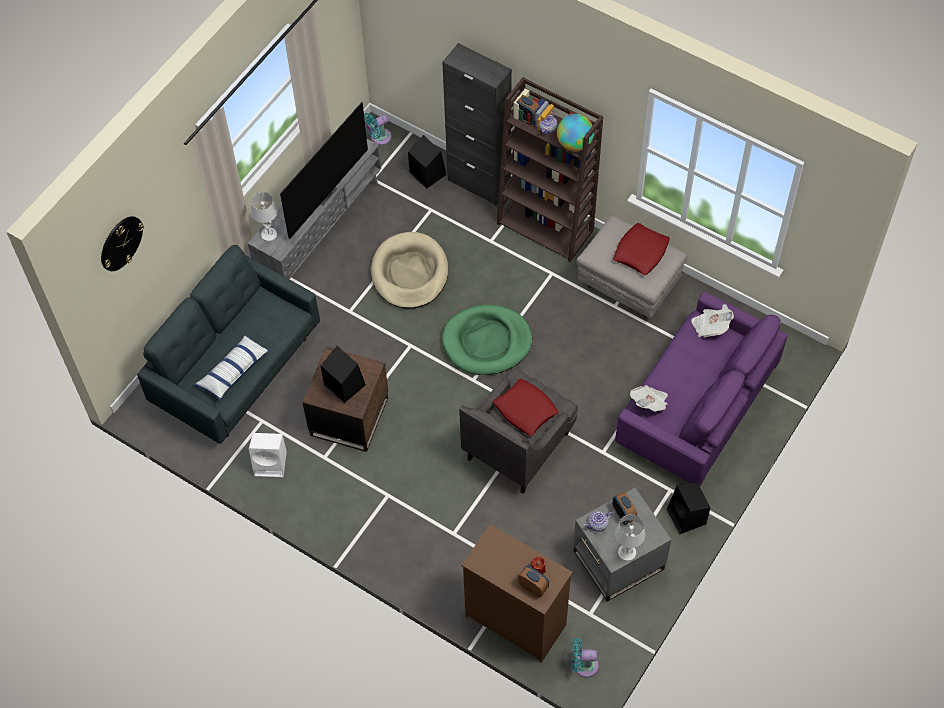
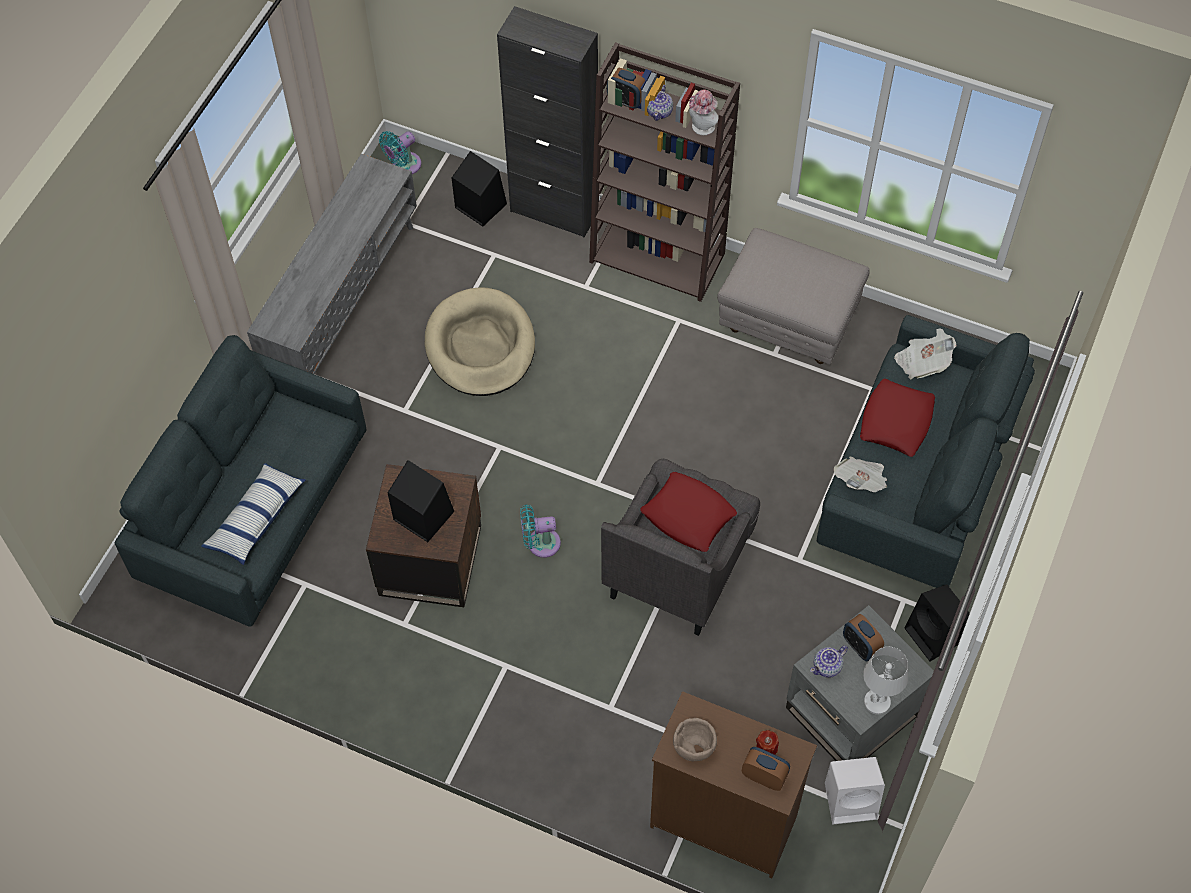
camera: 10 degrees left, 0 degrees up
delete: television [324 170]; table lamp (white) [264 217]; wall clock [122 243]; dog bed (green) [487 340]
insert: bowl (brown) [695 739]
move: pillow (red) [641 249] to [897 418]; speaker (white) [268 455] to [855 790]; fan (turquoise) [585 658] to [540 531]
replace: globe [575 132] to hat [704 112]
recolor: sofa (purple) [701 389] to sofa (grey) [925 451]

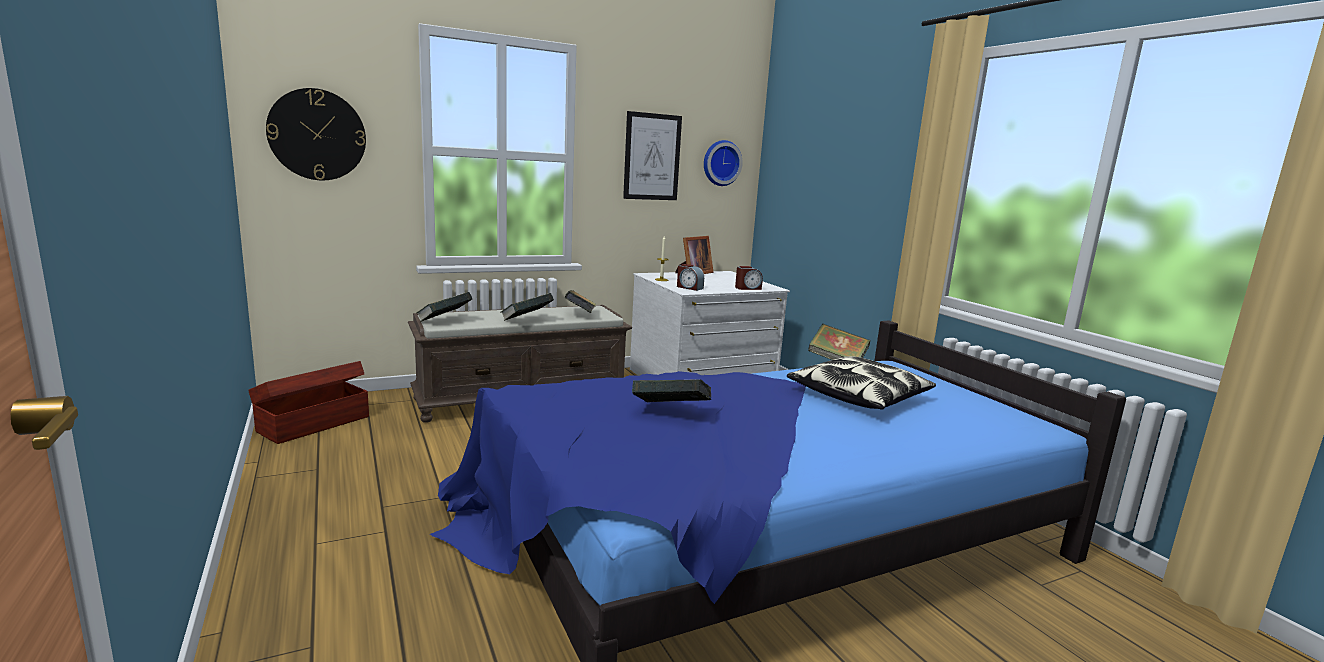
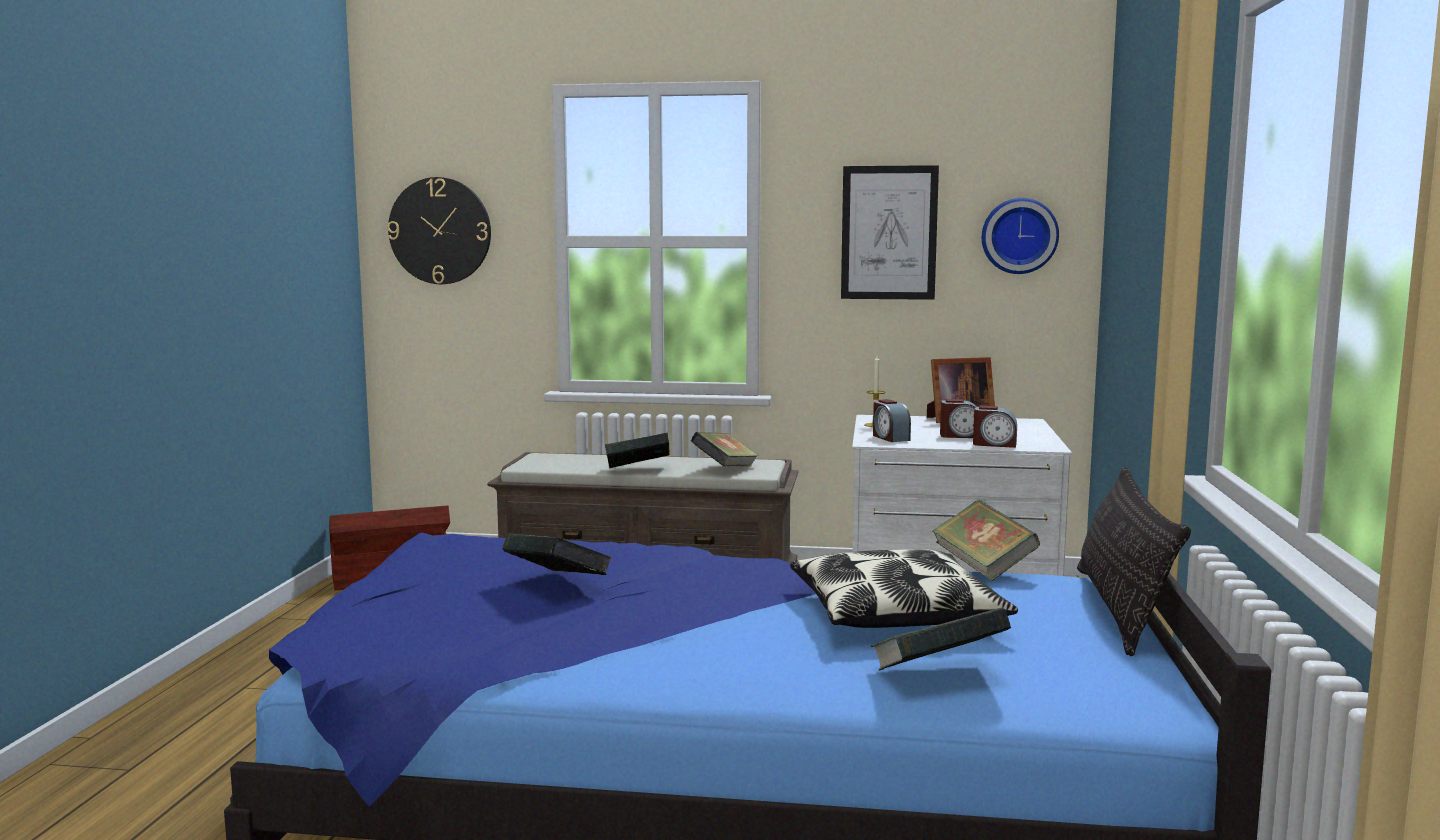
camera: 35 degrees right, 5 degrees down
insert: alarm clock [958 418]; pillow [1134 561]
move: book [444 307] to [941 638]

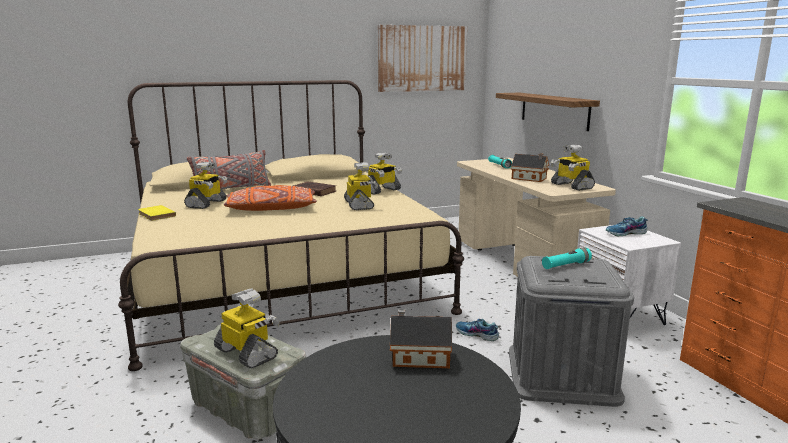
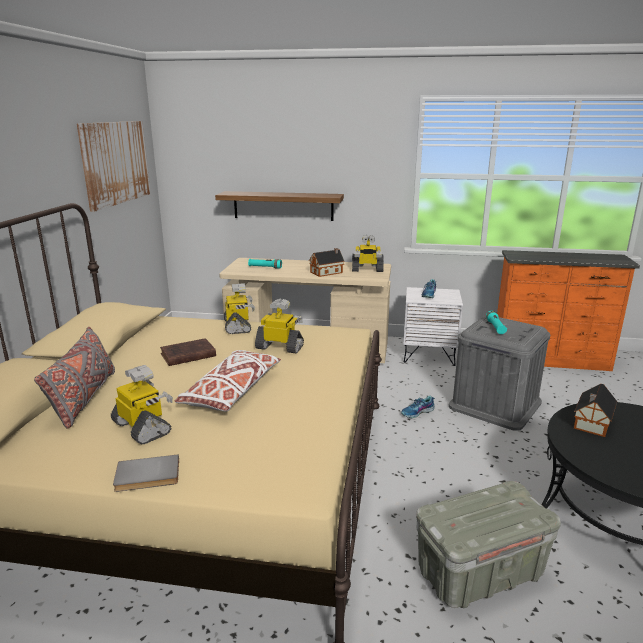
camera: 60 degrees left, 5 degrees up
delete: toy robot [247 328]
recolor: pillow (orange) [270 198] to pillow (white) [228 381]; book (yellow) [157 213] to book (grey) [146 473]

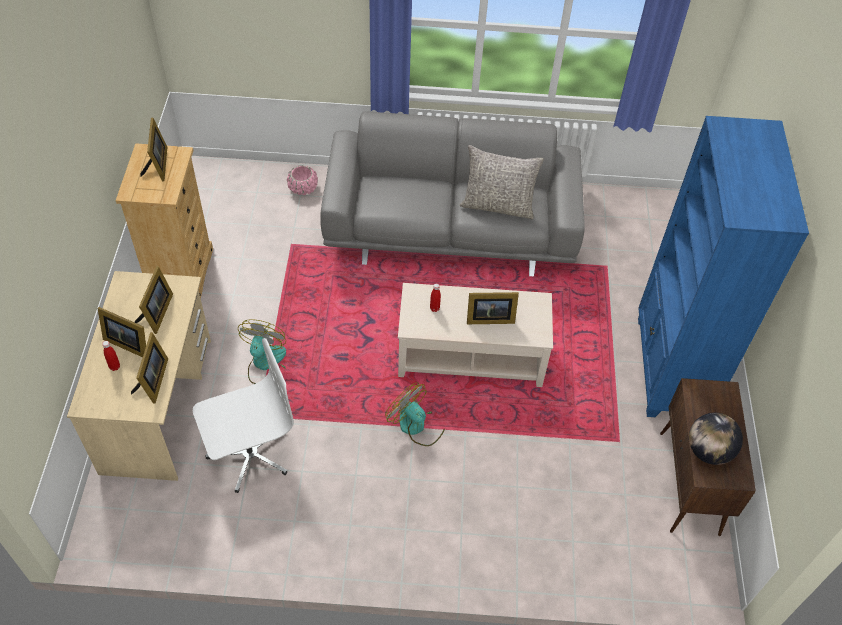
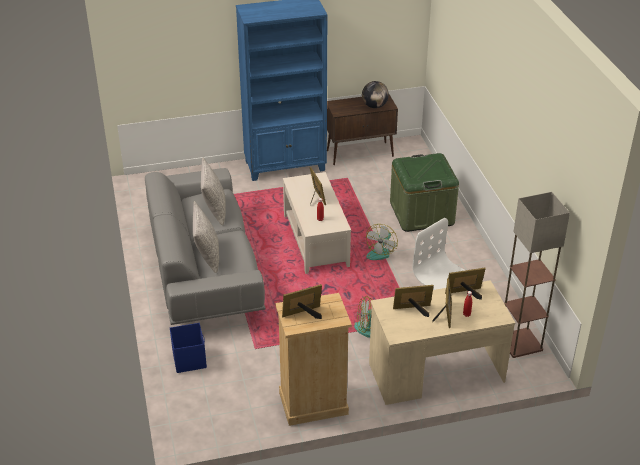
camera: 105 degrees left, 15 degrees down
insert: storage box (green) [424 192]; floor lamp [537 275]; pillow (grey) [206 237]
replace: planter (pink) [302 180] to storage box (blue) [188 348]

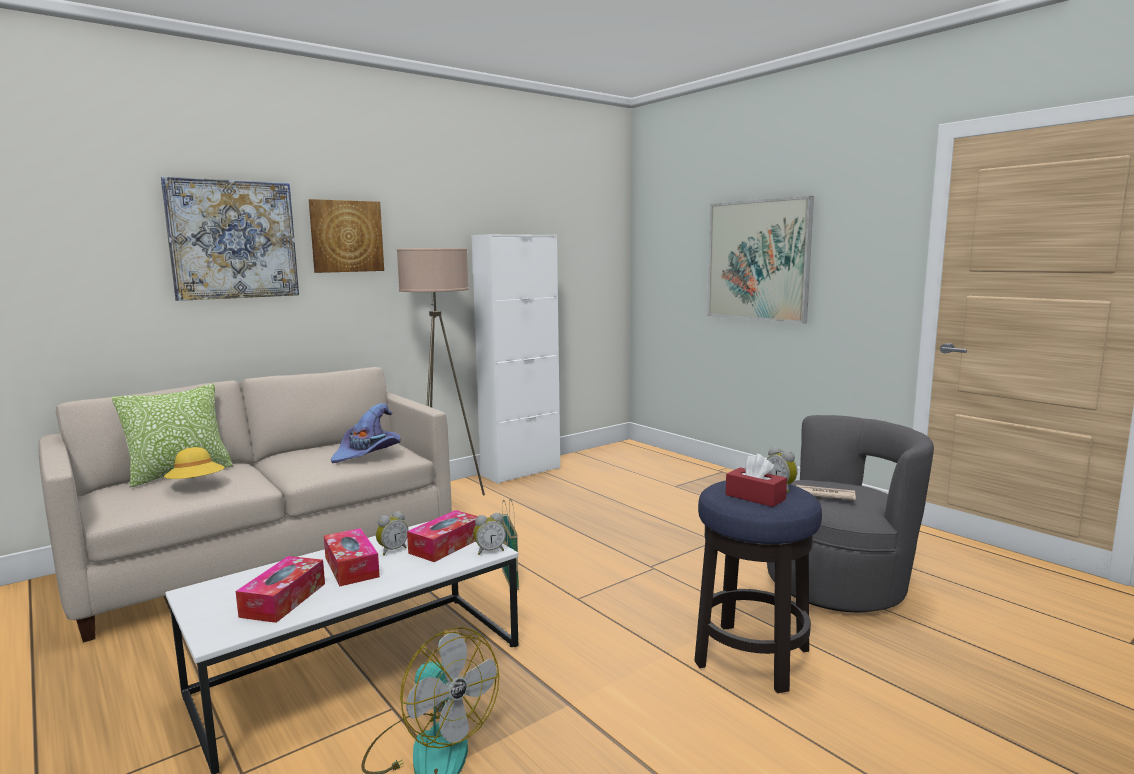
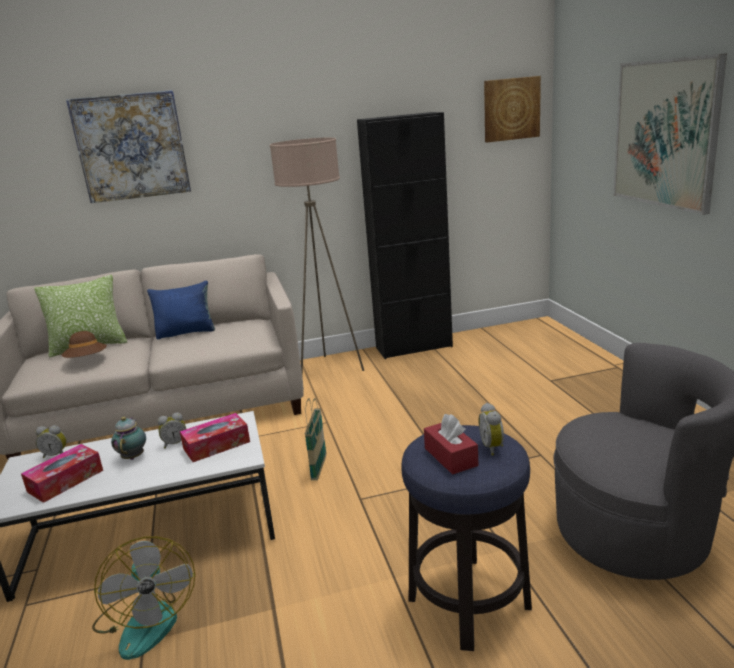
camera: 25 degrees right, 10 degrees up
delete: hat (purple) [366 433]; newspaper [826 492]
insert: pillow (blue) [181 309]
move: picture [346 236] to [512 109]; alarm clock [489 534] to [51 441]
replace: tissue box [352 557] to teapot [128 438]
recolor: cabinet (white) [516 359] to cabinet (black) [405 235]; hat (yellow) [194 463] to hat (brown) [84 344]

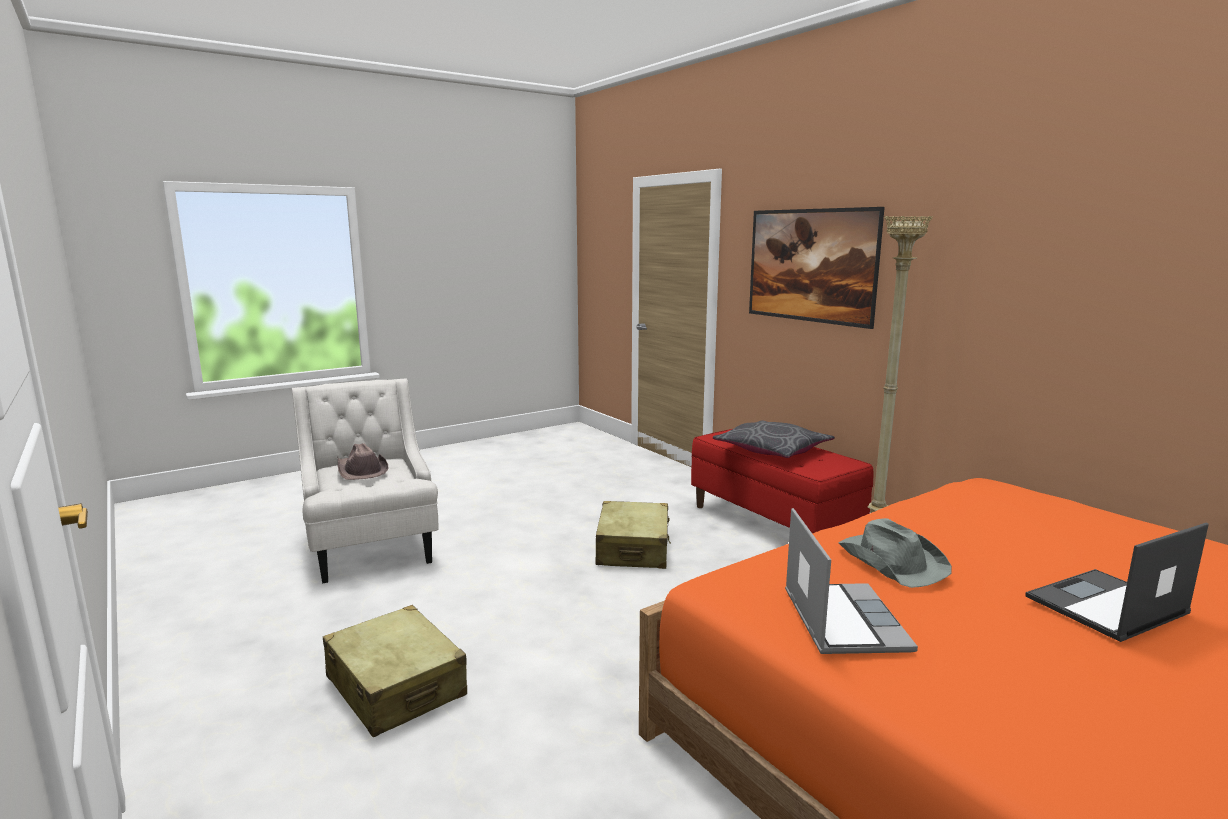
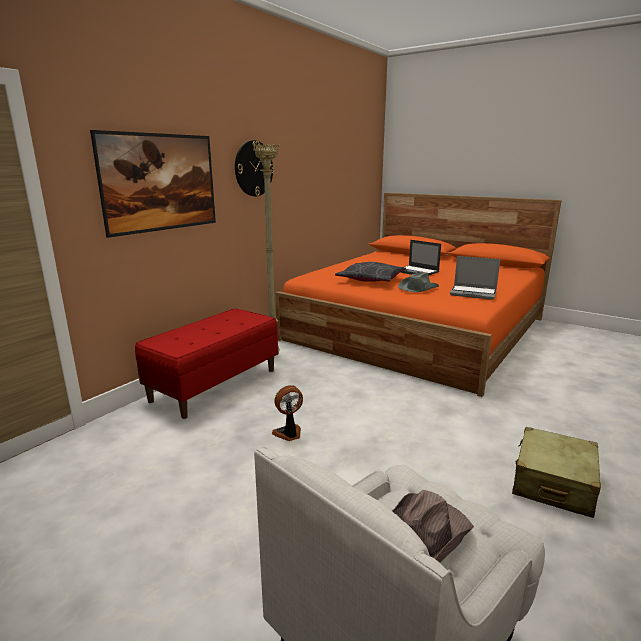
camera: 110 degrees left, 5 degrees up
insert: wall clock [254 168]
move: pillow (grey) [774 439] to [370 272]
replace: suitcase (beige) [633 535] to fan [287 413]
rotate: laptop [851 581] = [475 278] 135 degrees counterclockwise

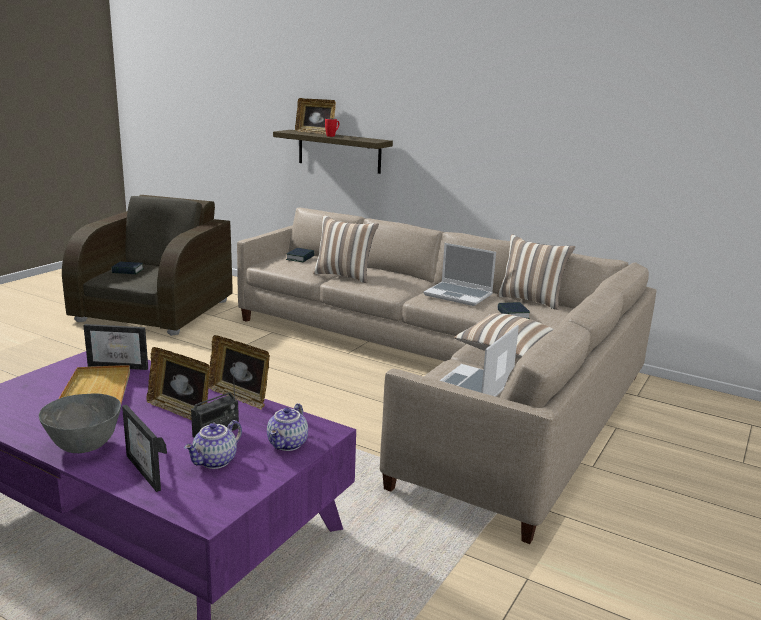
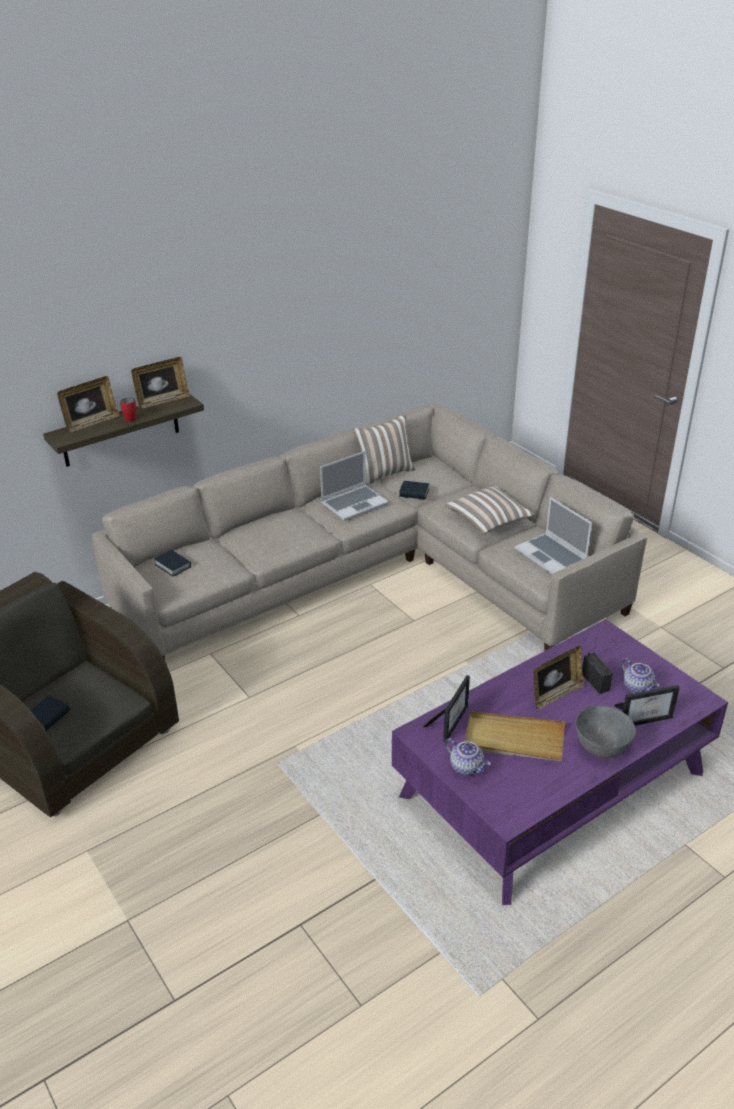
camera: 65 degrees left, 15 degrees up
delete: pillow [346 249]
move: picture frame [239 372] to [160 382]; teapot [287 427] to [468 757]

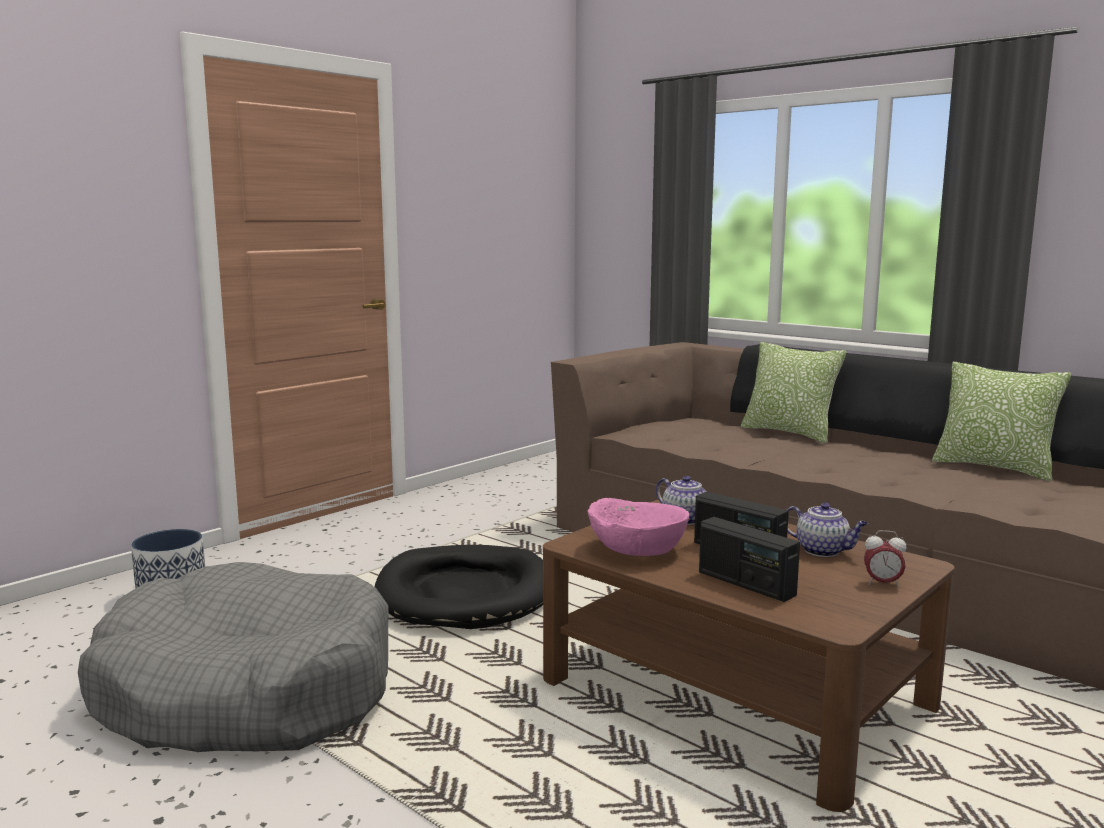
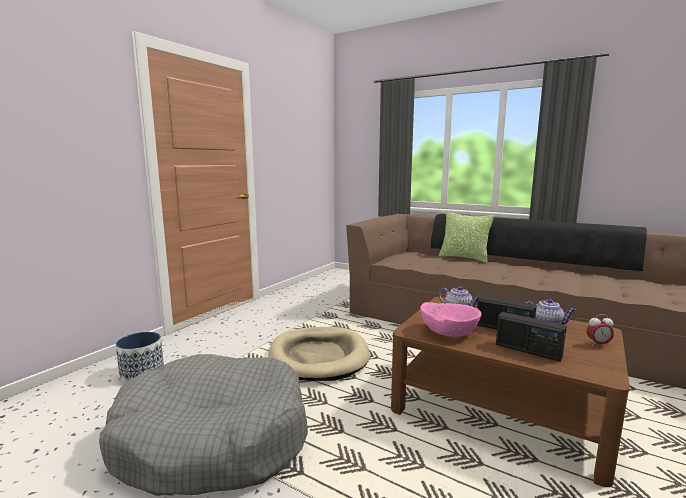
camera: 10 degrees left, 0 degrees up
delete: pillow [1001 421]
recolor: dog bed (black) [459 587] to dog bed (beige) [319 354]

